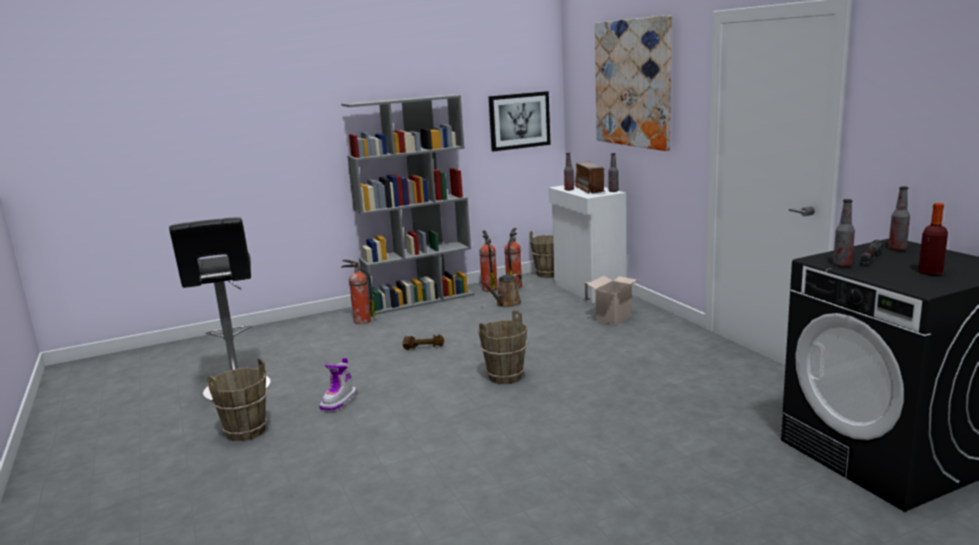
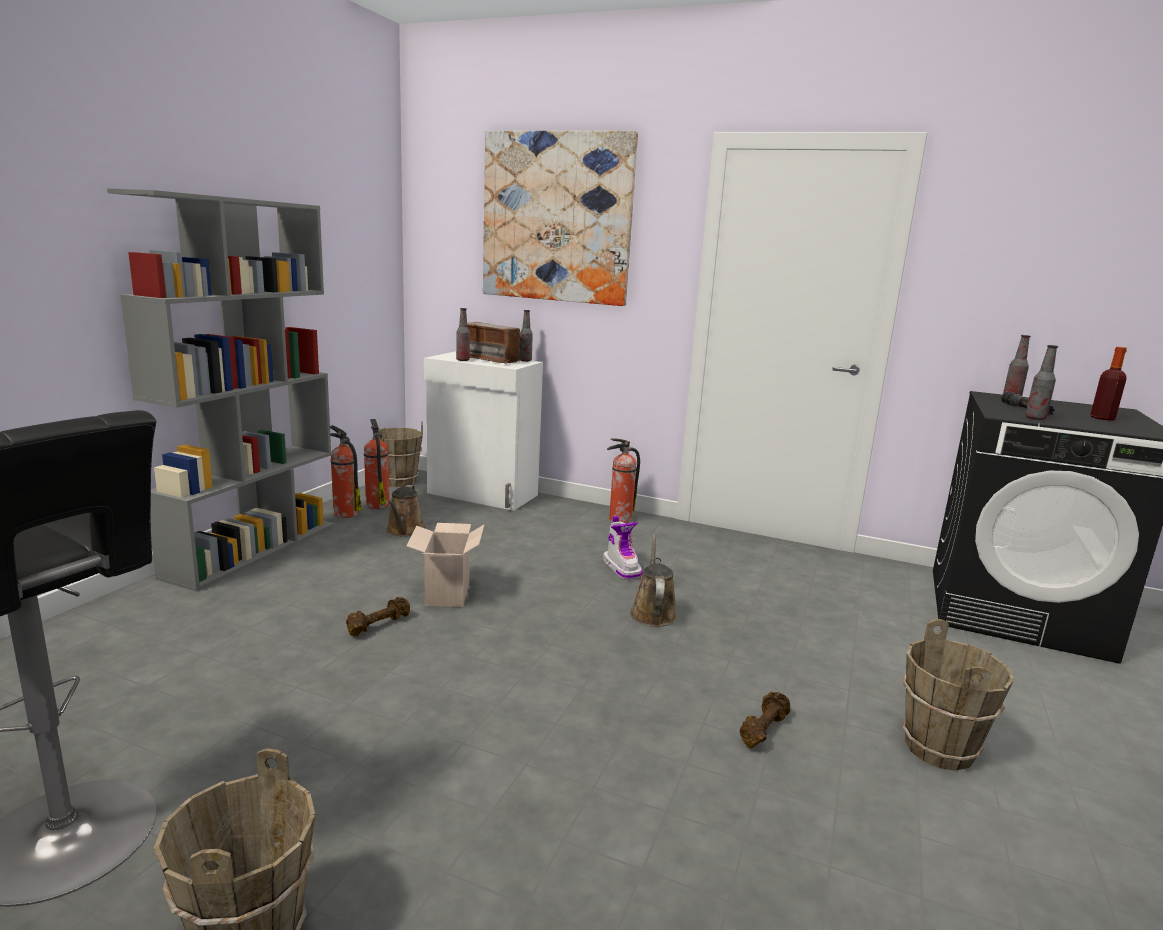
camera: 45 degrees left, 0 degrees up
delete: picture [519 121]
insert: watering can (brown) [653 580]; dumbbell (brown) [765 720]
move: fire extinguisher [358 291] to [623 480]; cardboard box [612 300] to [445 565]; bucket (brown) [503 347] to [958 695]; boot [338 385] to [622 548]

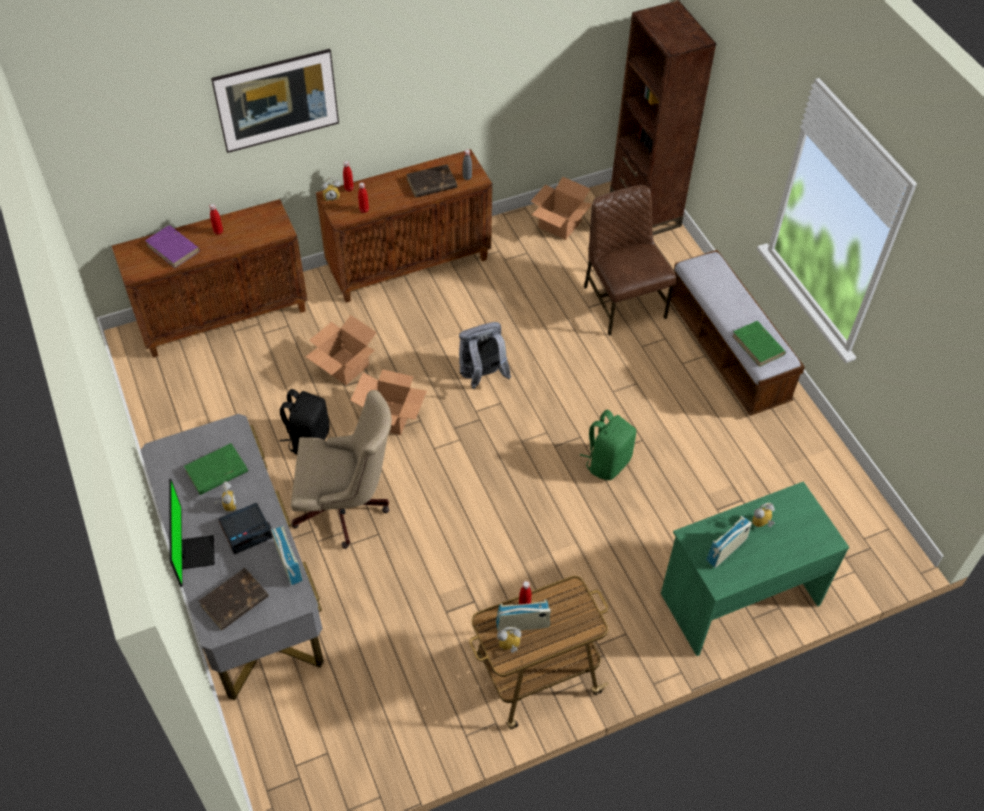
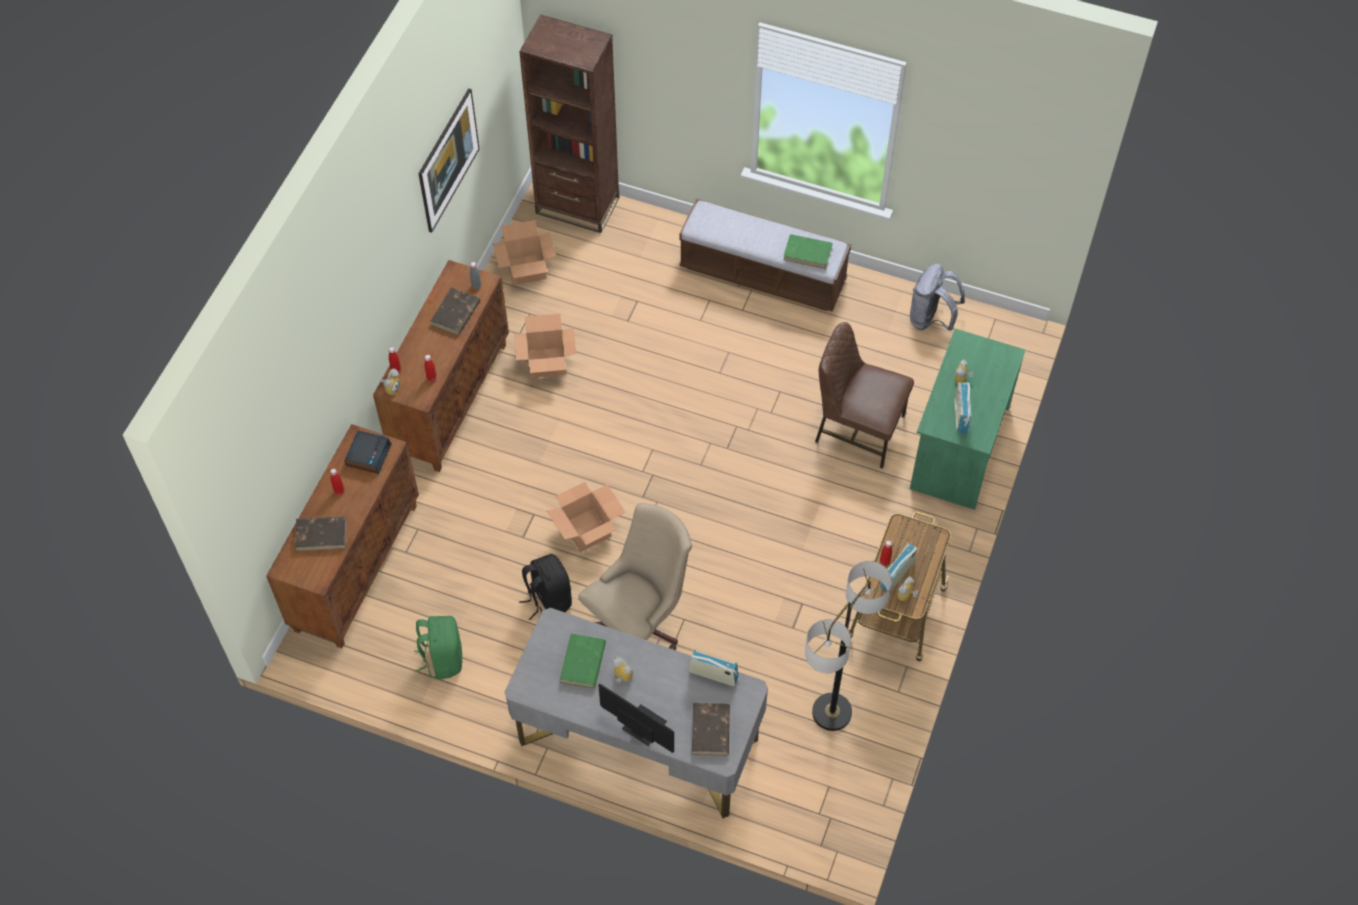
camera: 45 degrees left, 5 degrees up
insert: floor lamp [848 646]
move: picture [275 101] to [449 160]; chair (brown) [630 260] to [864 395]; cardboard box [341 350] to [545 346]; backpack (grey) [485 355] to [937 297]; backpack (green) [608 445] to [438 647]; alarm clock [245 529] to [368 452]
recolor: book (purple) [172 246] to book (brown) [320 533]

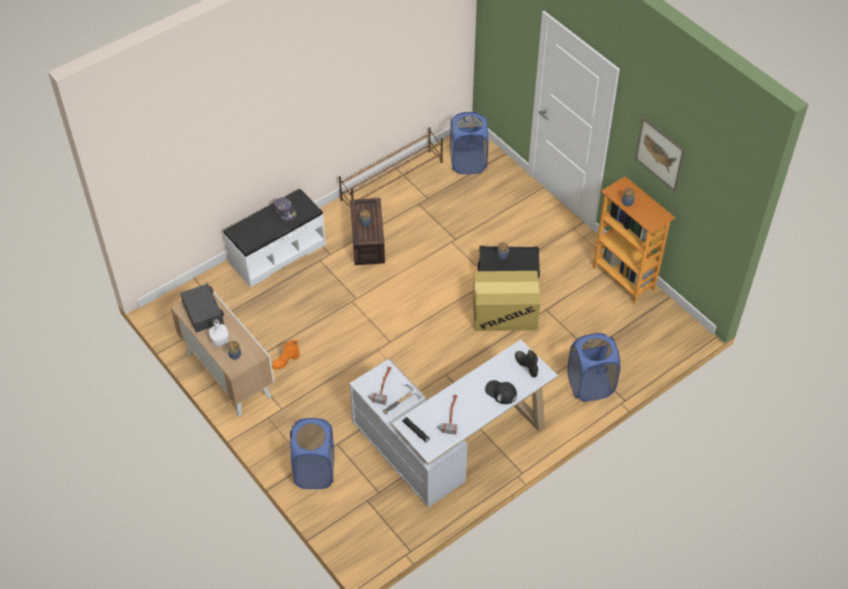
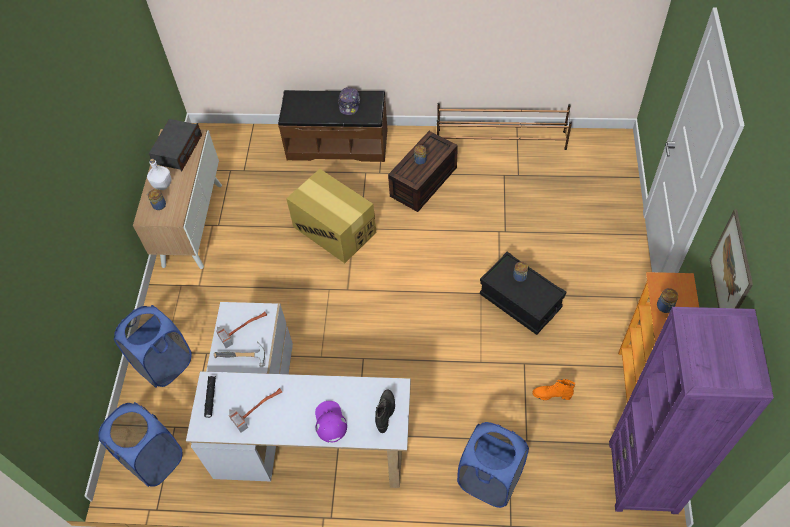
camera: 45 degrees right, 5 degrees up
insert: bookcase (purple) [691 410]
move: laundry basket (blue) [469 143] to [140 444]; cardboard box [506 301] to [331 216]; boot (orange) [286 354] to [553 389]
recolor: bench (white) [274 238] to bench (brown) [333 126]; cap (black) [501 392] to cap (purple) [331 421]

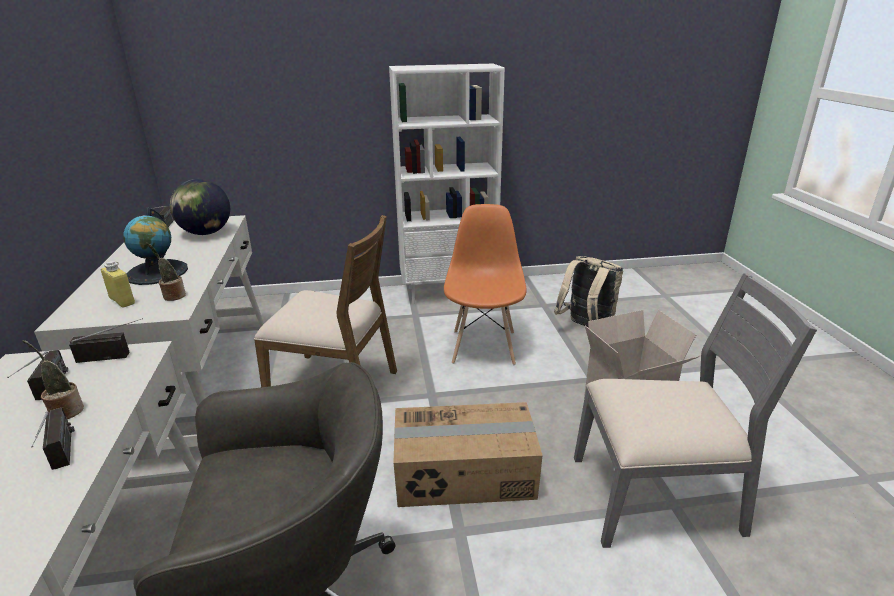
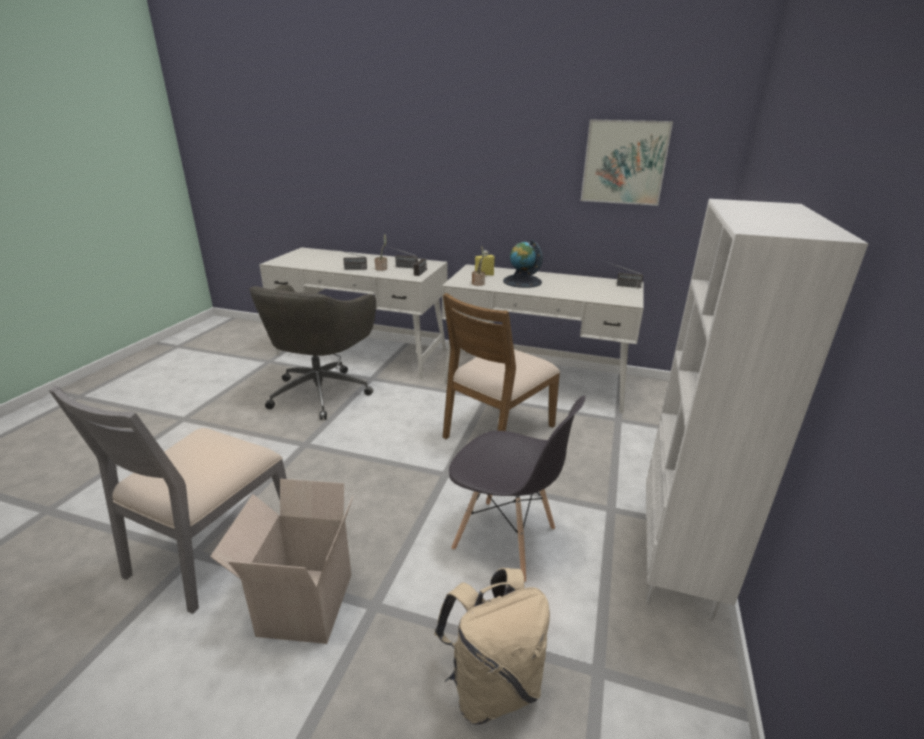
camera: 115 degrees right, 0 degrees up
delete: globe [200 207]; cardboard box [468 454]
insert: picture [627 162]
recolor: chair (orange) [485 284] to chair (grey) [517 489]

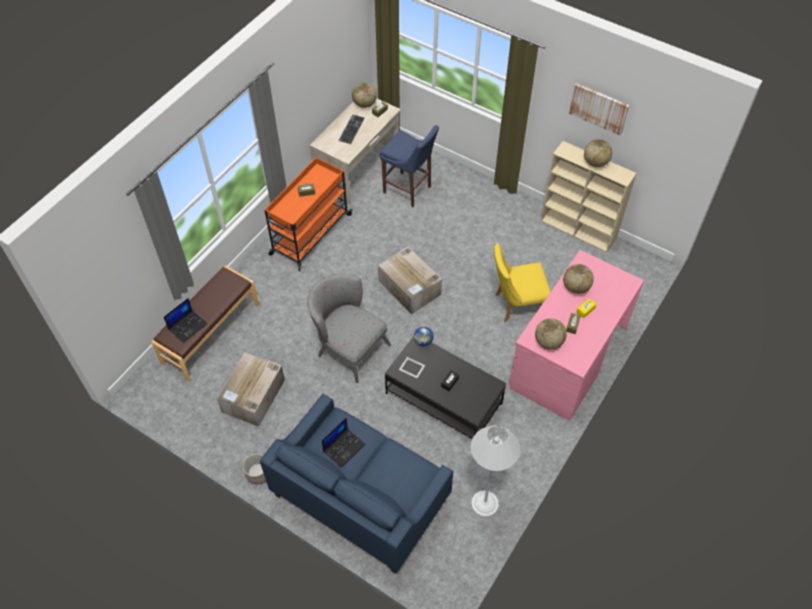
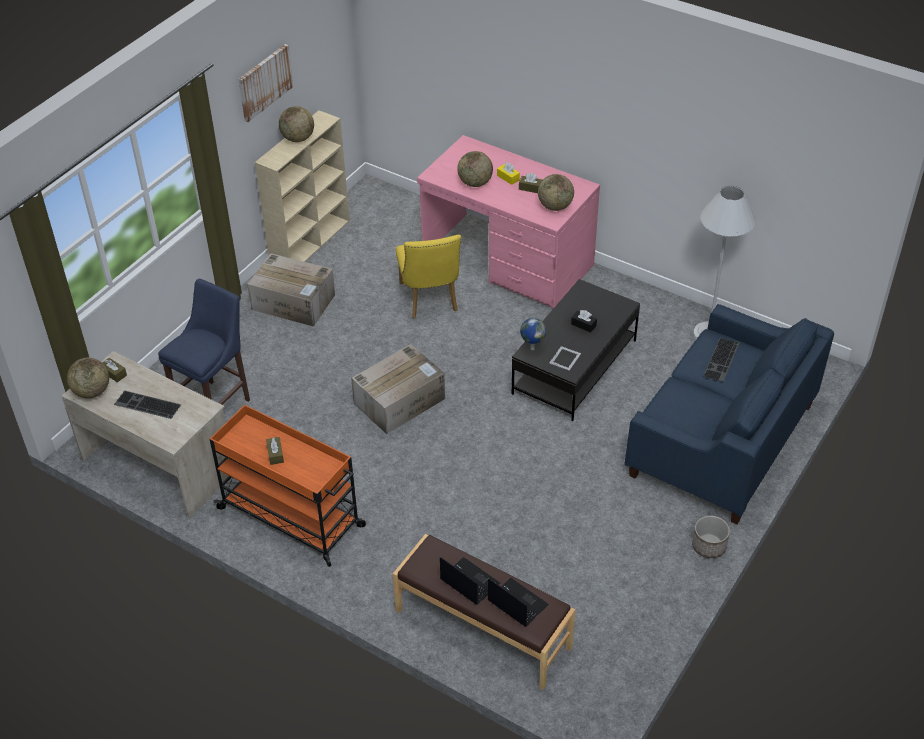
camera: 90 degrees left, 10 degrees down
delete: armchair (grey) [349 328]
insert: keyboard [721 360]
move: cardboard box [251 389] to [291 290]; laptop [344 443] to [470 581]

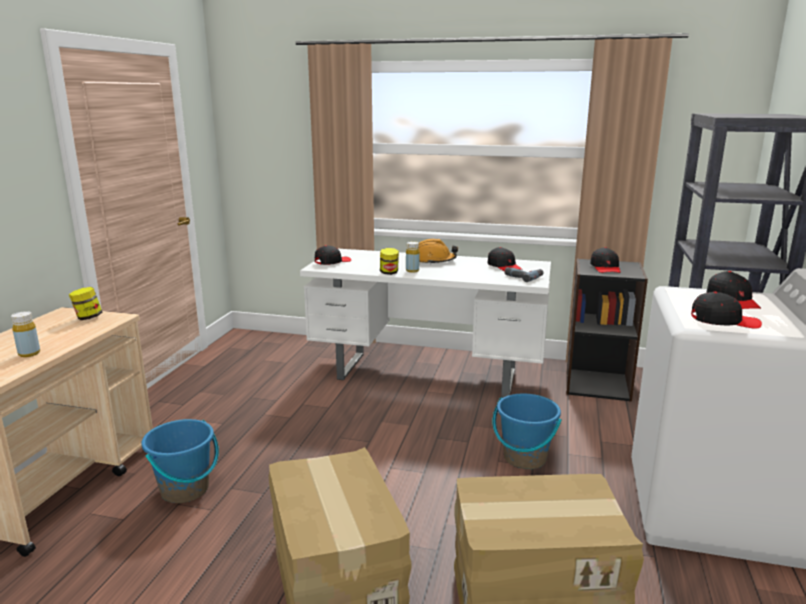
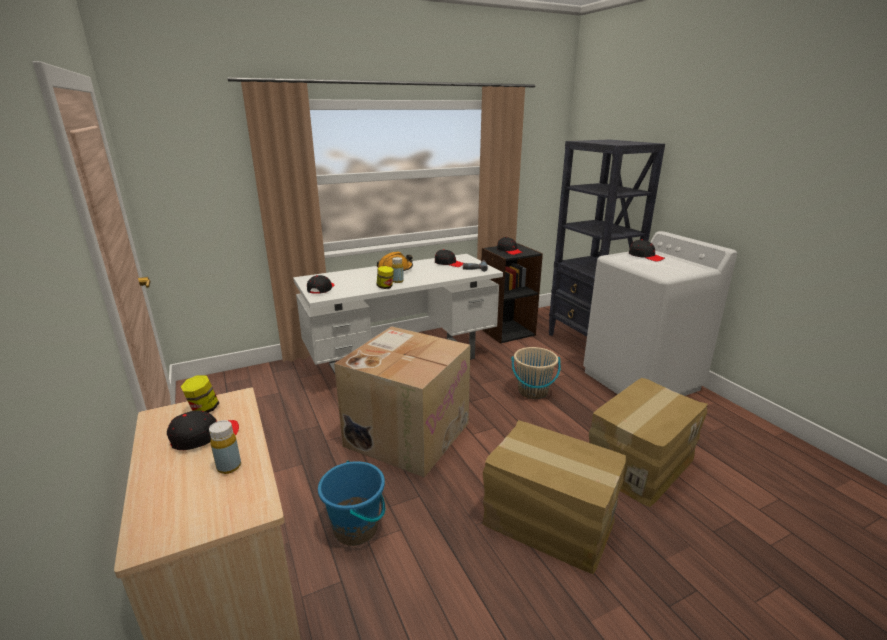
camera: 40 degrees left, 5 degrees up
insert: cardboard box [402 401]
move: cap (black) [726 310] to [203 430]
recolor: bucket (blue) [527 431] to bucket (beige) [536 373]

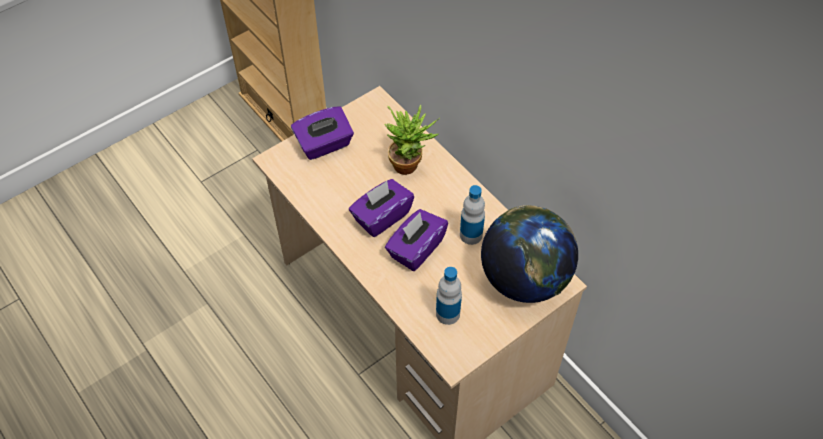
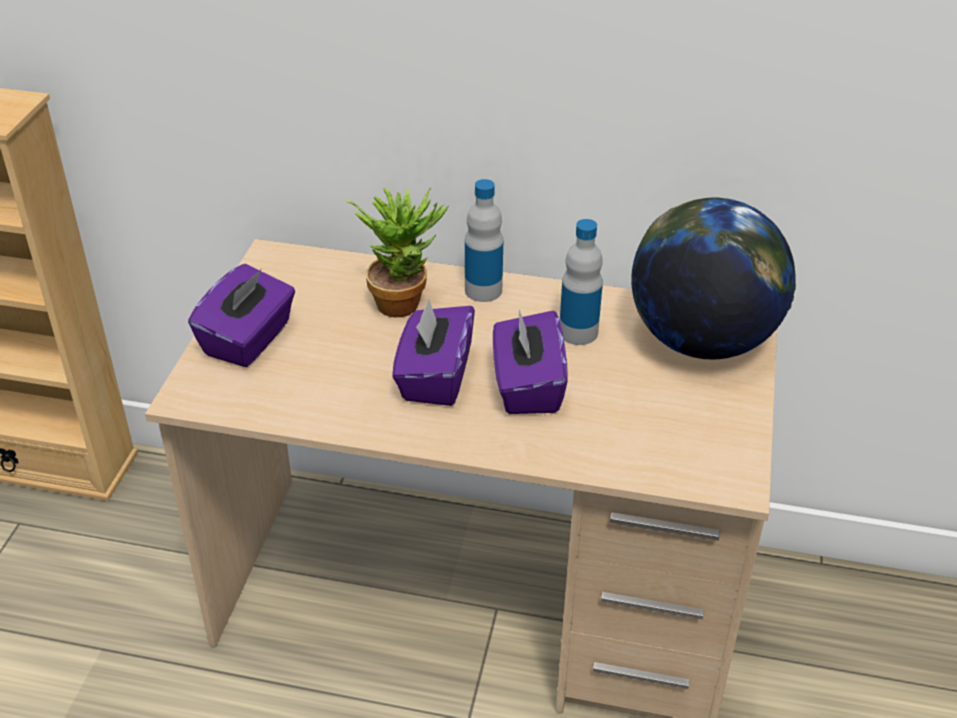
camera: 40 degrees left, 15 degrees down
move: bottle [449 296] to [484 240]

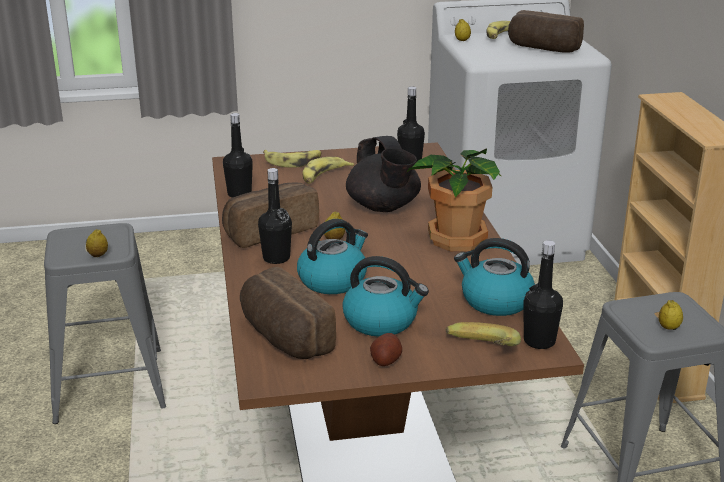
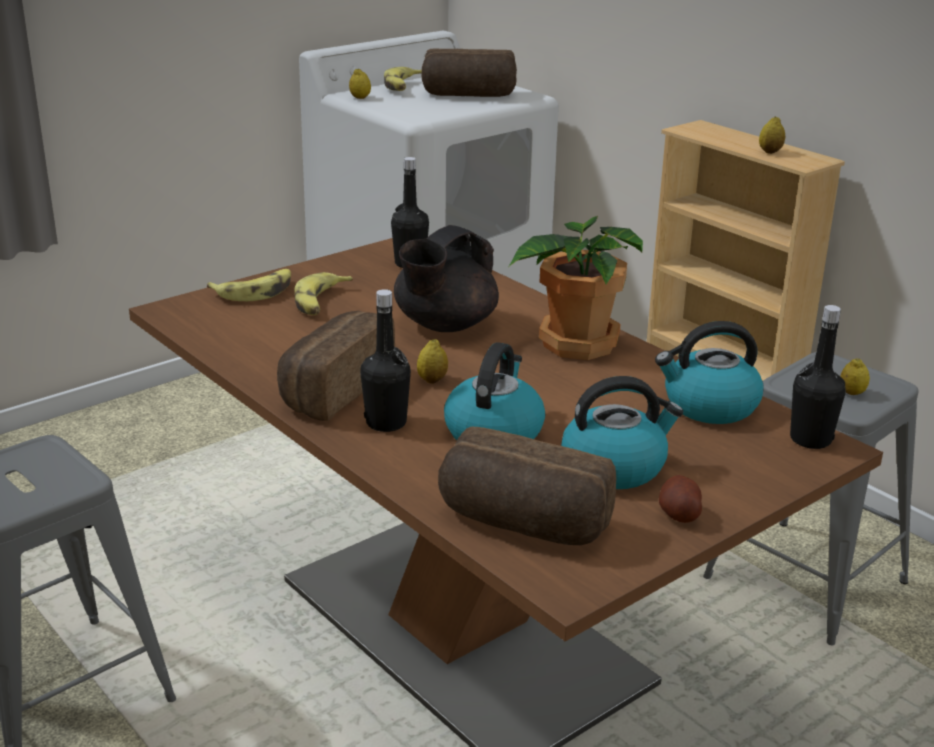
camera: 30 degrees left, 0 degrees up
delete: bottle (black) [238 155]; banana [483 334]
move: lemon [97 243] to [772 135]
rotate: teapot (black) [383 174] = [446 278] 90 degrees clockwise

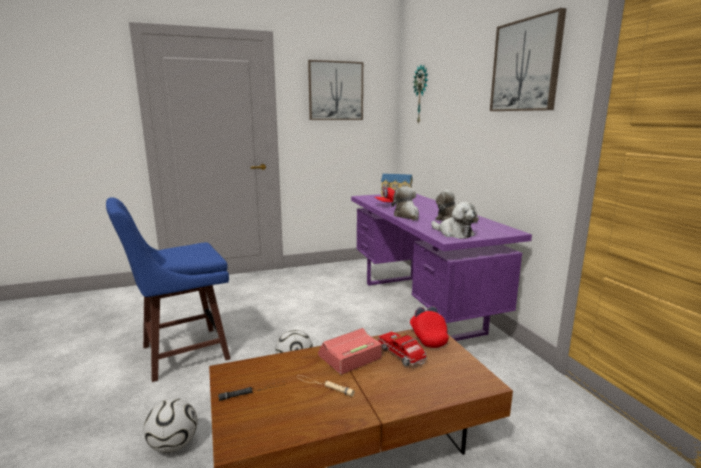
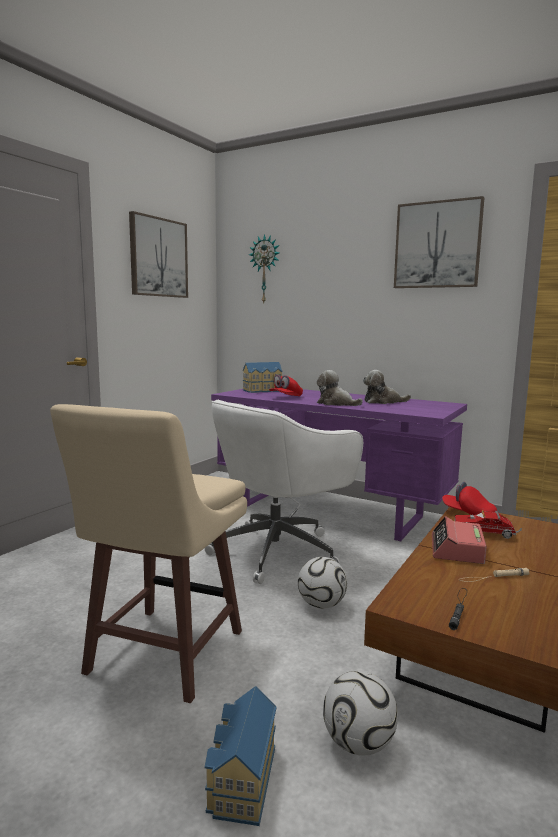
camera: 40 degrees left, 5 degrees down
delete: plush toy [454 220]
insert: office chair (white) [284 492]; toy house [241 756]
recolor: stool (blue) [168 289] to stool (beige) [148 554]

